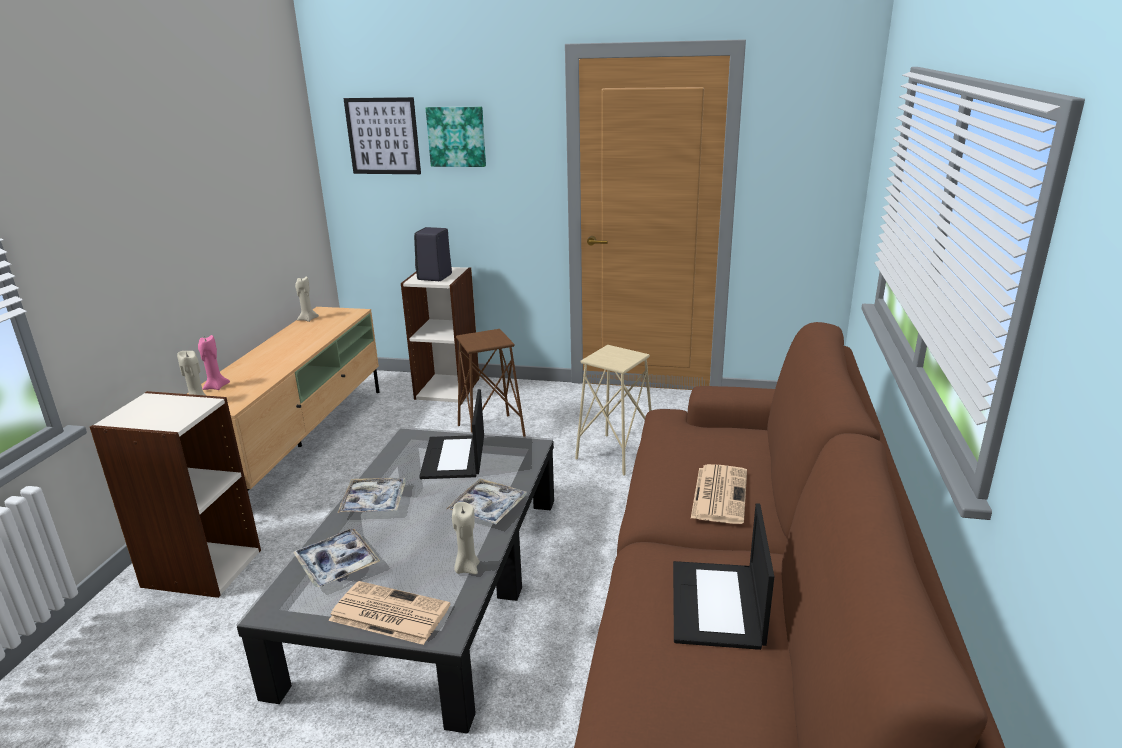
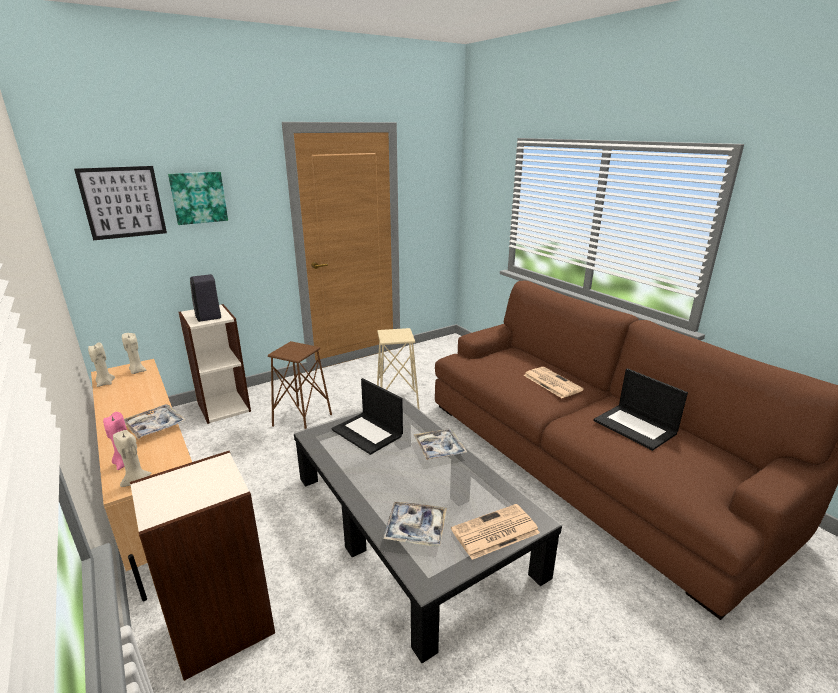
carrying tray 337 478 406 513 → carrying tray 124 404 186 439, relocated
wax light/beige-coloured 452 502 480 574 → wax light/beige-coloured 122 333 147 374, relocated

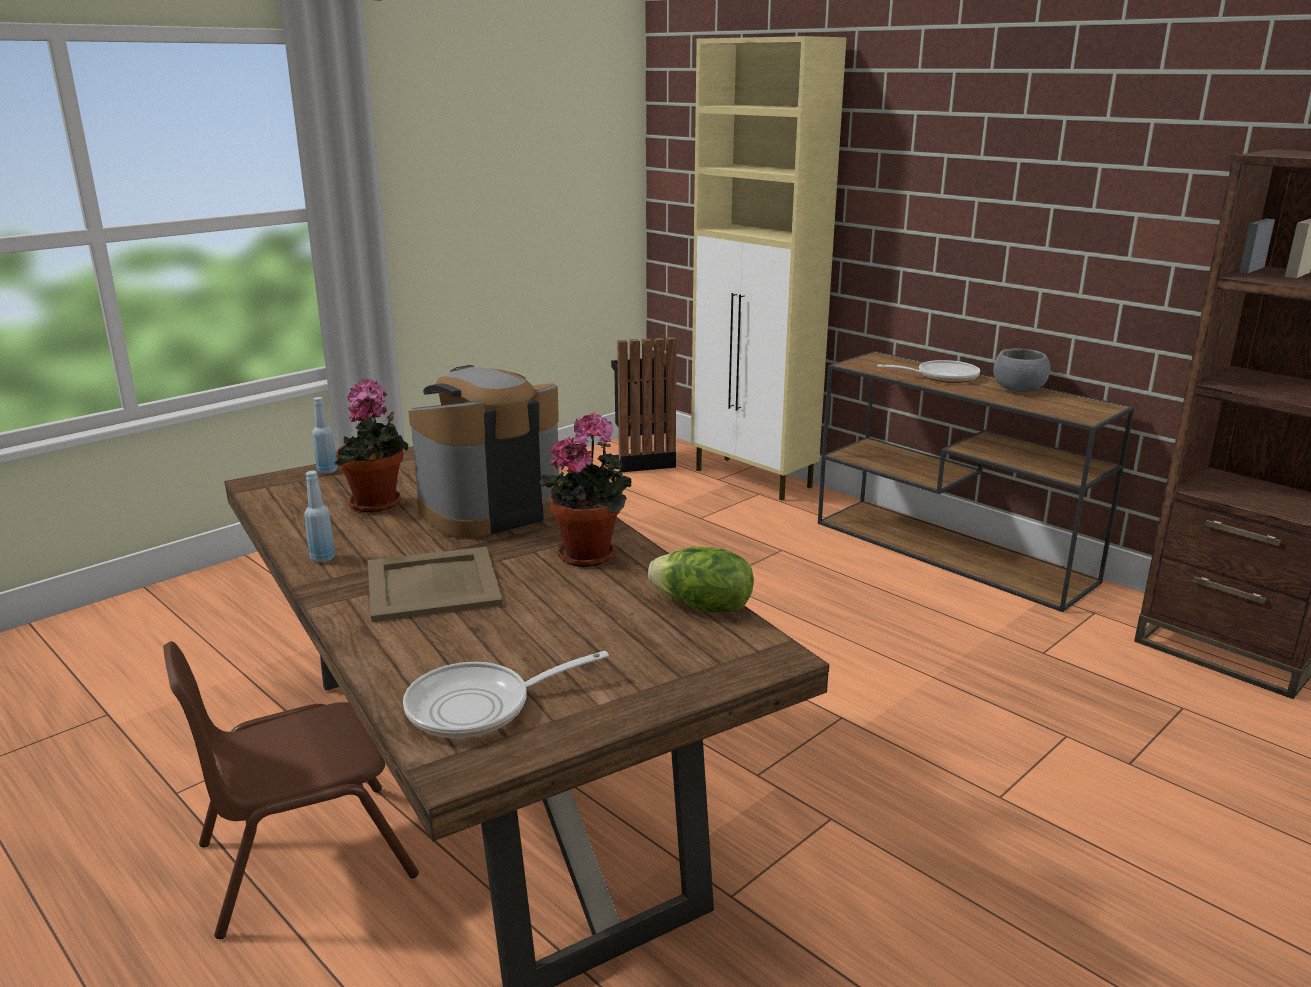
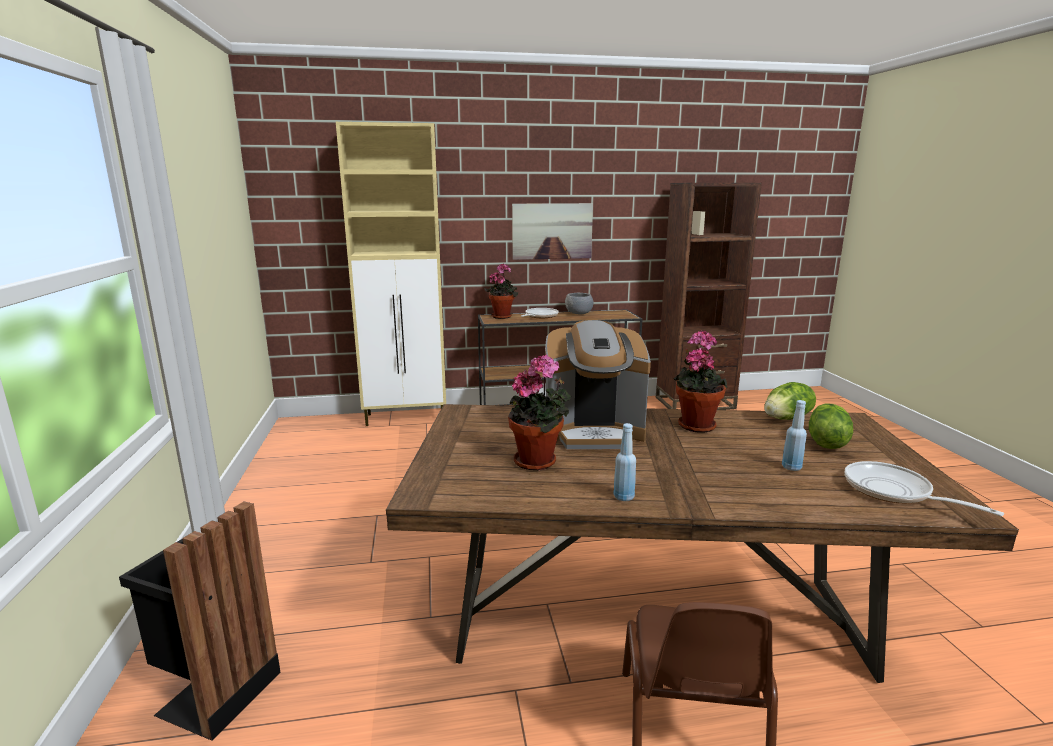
beverage bottle/blue-coloured 312 397 338 474 → beverage bottle/blue-coloured 782 400 807 471, relocated
carrying tray/beige-coloured 368 547 503 622 → -
skillet 403 651 609 738 → skillet 845 461 1004 516, 135 degrees clockwise
coffee brewer 409 365 559 538 → coffee brewer 545 320 651 449, 90 degrees counterclockwise
trash can/black 611 337 677 472 → trash can/black 119 501 281 741, relocated
- → plant in a pot 485 263 518 319
- → wall picture 512 203 593 260
- → lettuce 809 403 853 449

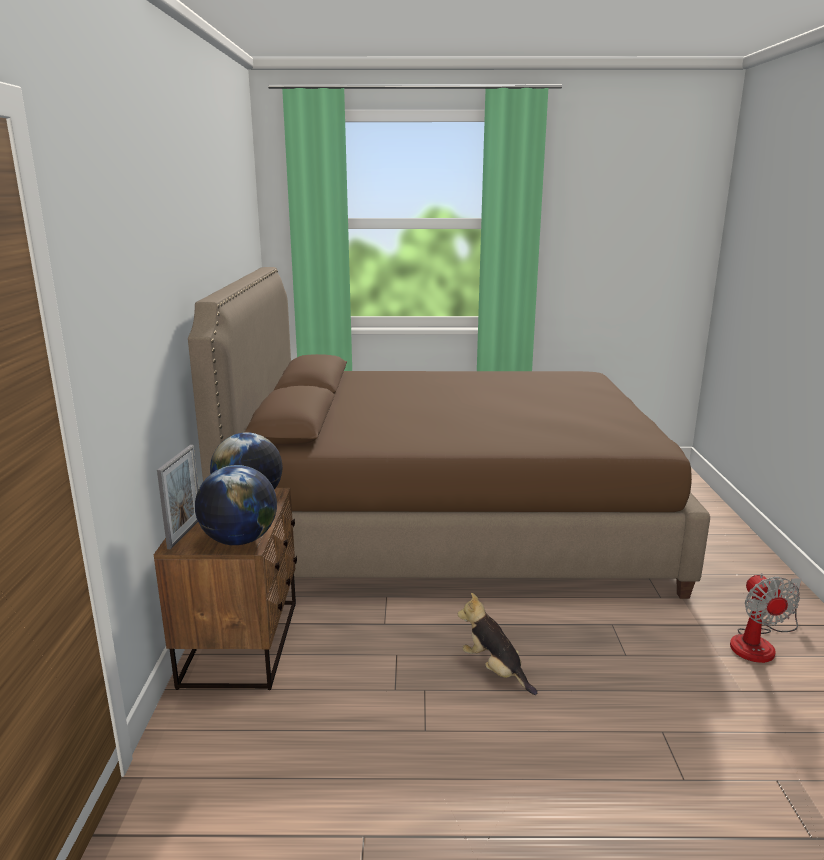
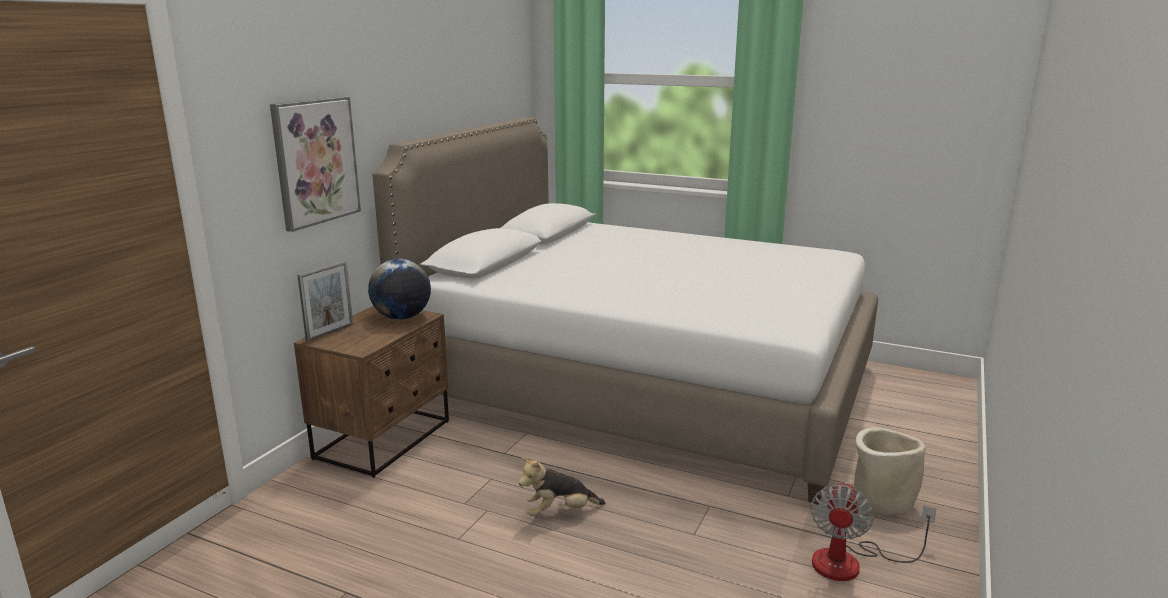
sleeping bed/brown-coloured 188 267 710 599 → sleeping bed/white 373 117 878 505
globe 195 465 277 545 → -
plush toy 458 592 537 695 → plush toy 519 457 605 516, 90 degrees counterclockwise
- → wall picture 270 96 361 232
- → flower pot/beige-coloured 853 427 926 515

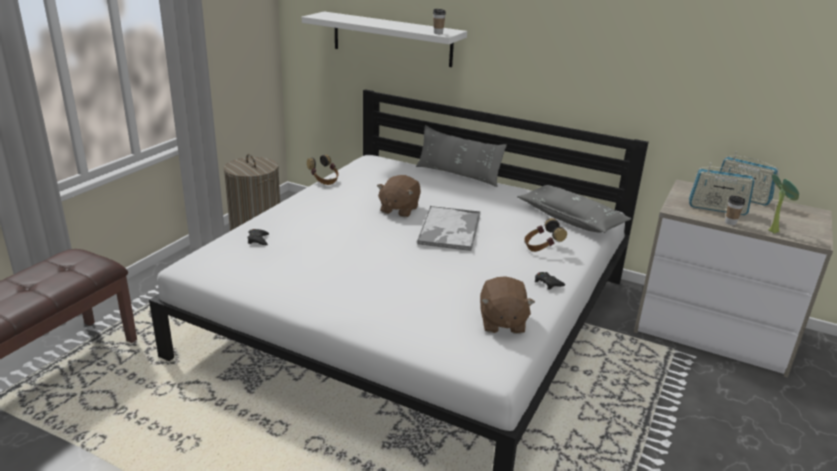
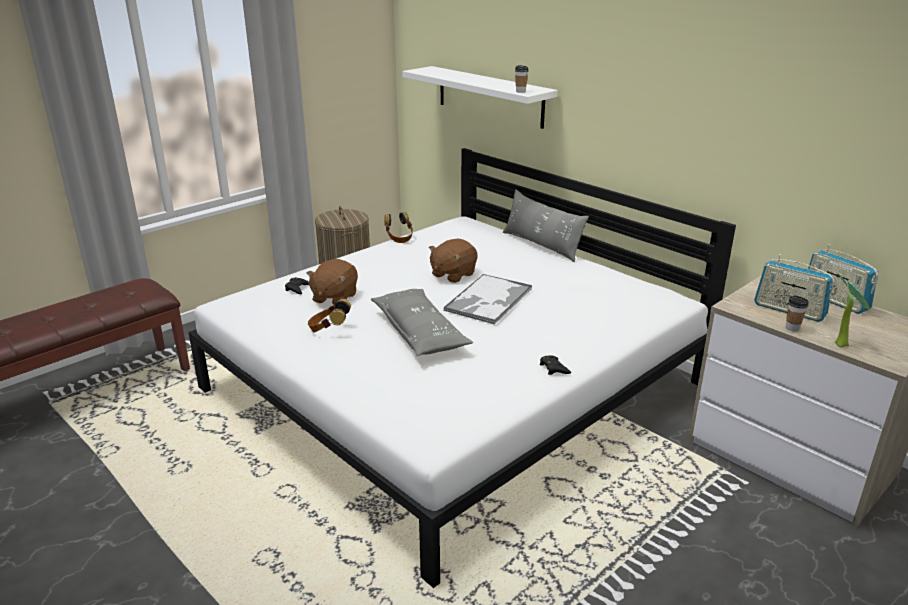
plush toy/brown-coloured 480 276 535 334 → plush toy/brown-coloured 306 259 358 305, relocated
cushion/greyish 517 185 631 233 → cushion/greyish 371 289 473 356, relocated
pair of headphones 524 218 567 252 → pair of headphones 308 299 351 333, relocated

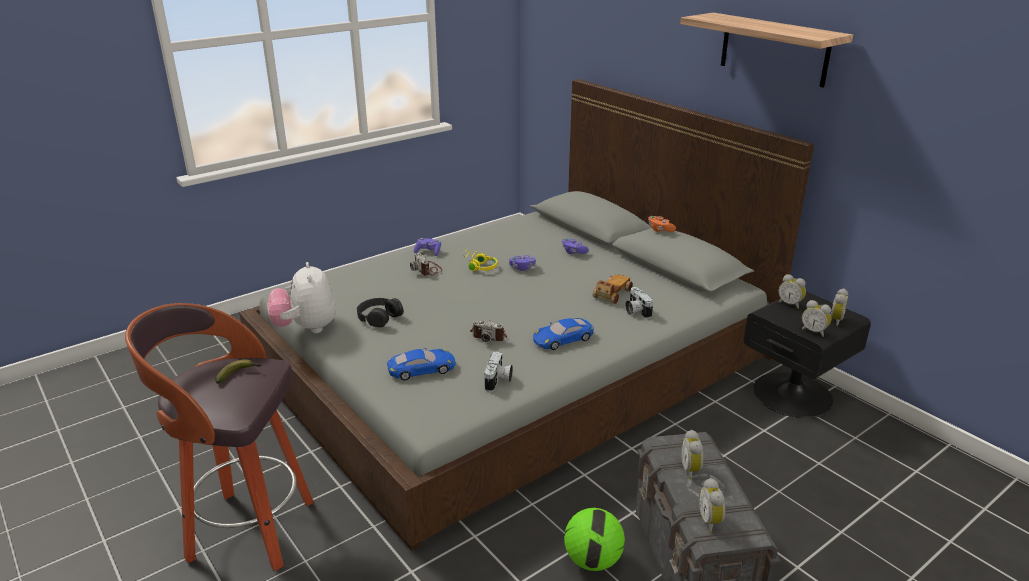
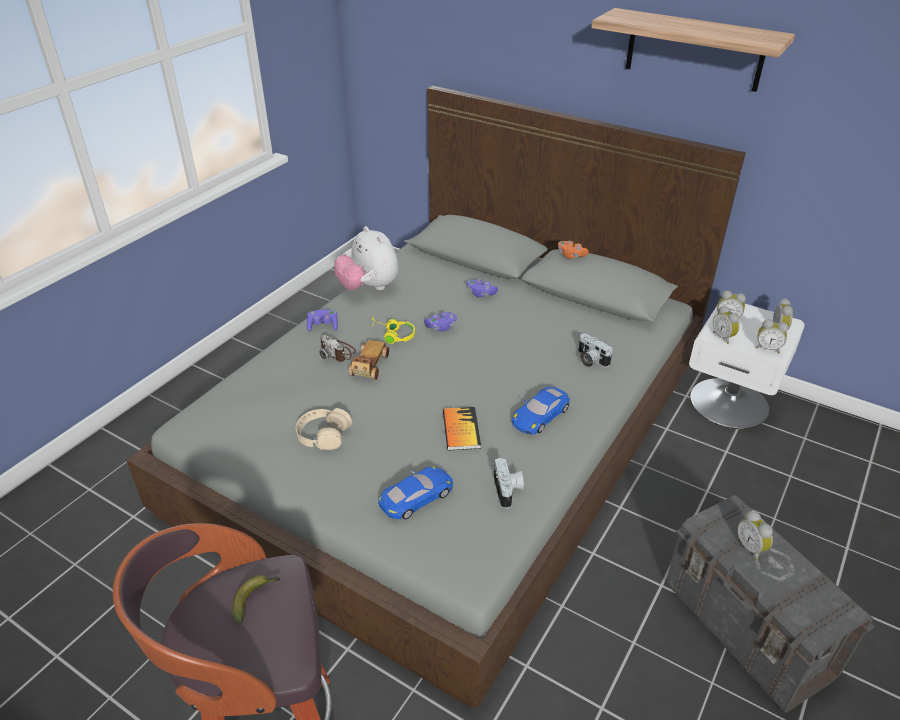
plush toy 267 262 336 333 → plush toy 334 226 399 290, relocated
pair of headphones/black 357 298 404 327 → pair of headphones/beige-coloured 296 408 352 450
still camera 470 321 507 342 → book 443 407 481 451
football ball 564 508 625 571 → -
miniature car 593 274 633 304 → miniature car 349 340 389 380, relocated
alarm clock 699 478 725 533 → alarm clock 713 306 739 344, relocated
night table/black 744 292 871 418 → night table/white 689 304 805 429

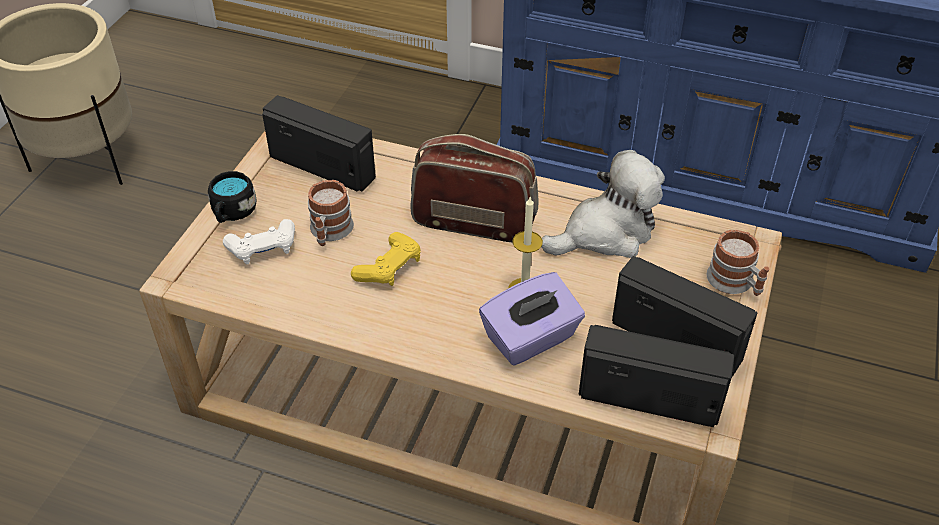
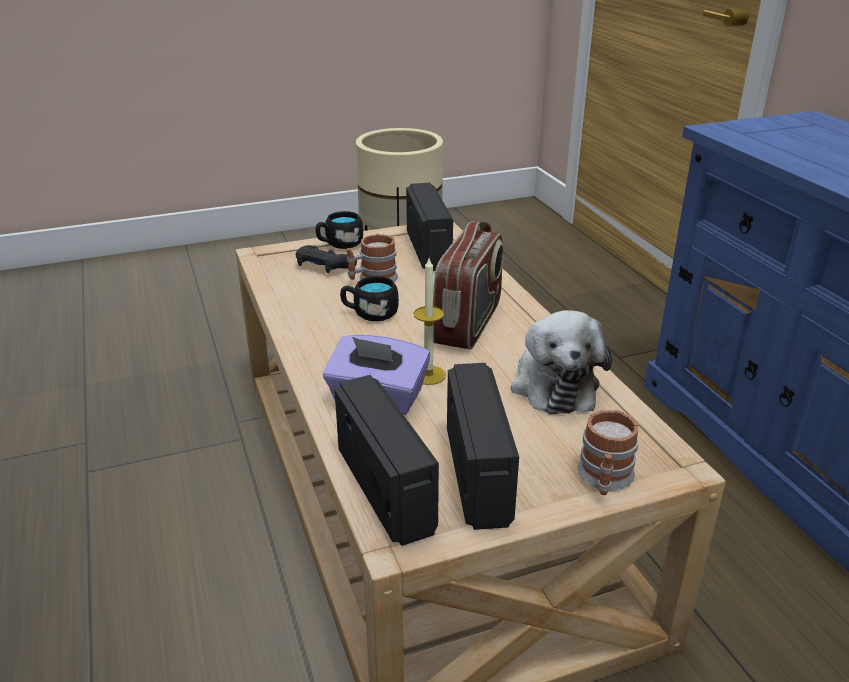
gamepad/white 223 219 295 264 → gamepad/black 296 245 357 273
gamepad/yellow 351 232 420 286 → tea mug/black 340 276 399 321
radio set 411 134 538 242 → radio set 433 221 504 350, 45 degrees clockwise
plush toy 541 150 665 258 → plush toy 511 310 612 415, 60 degrees clockwise

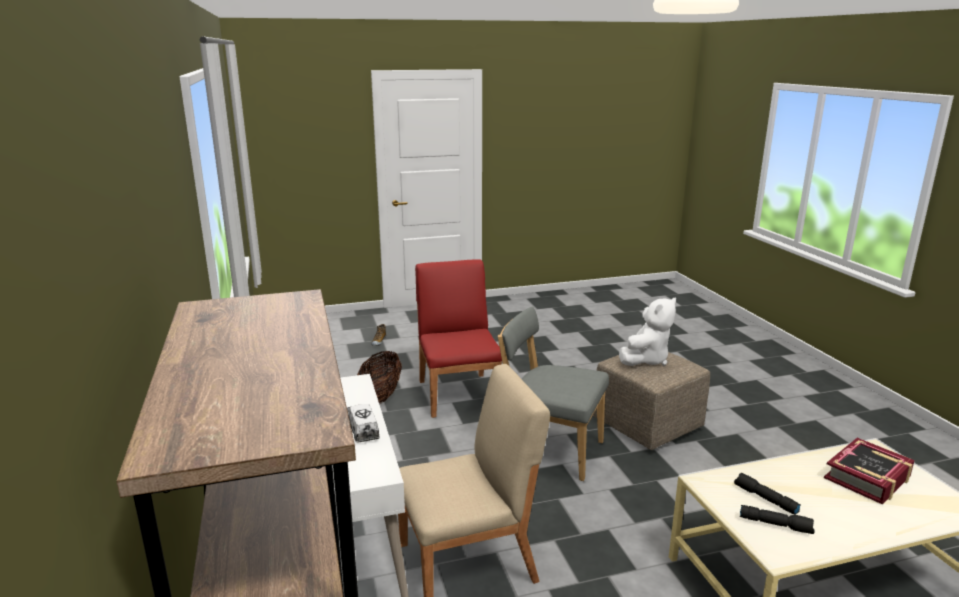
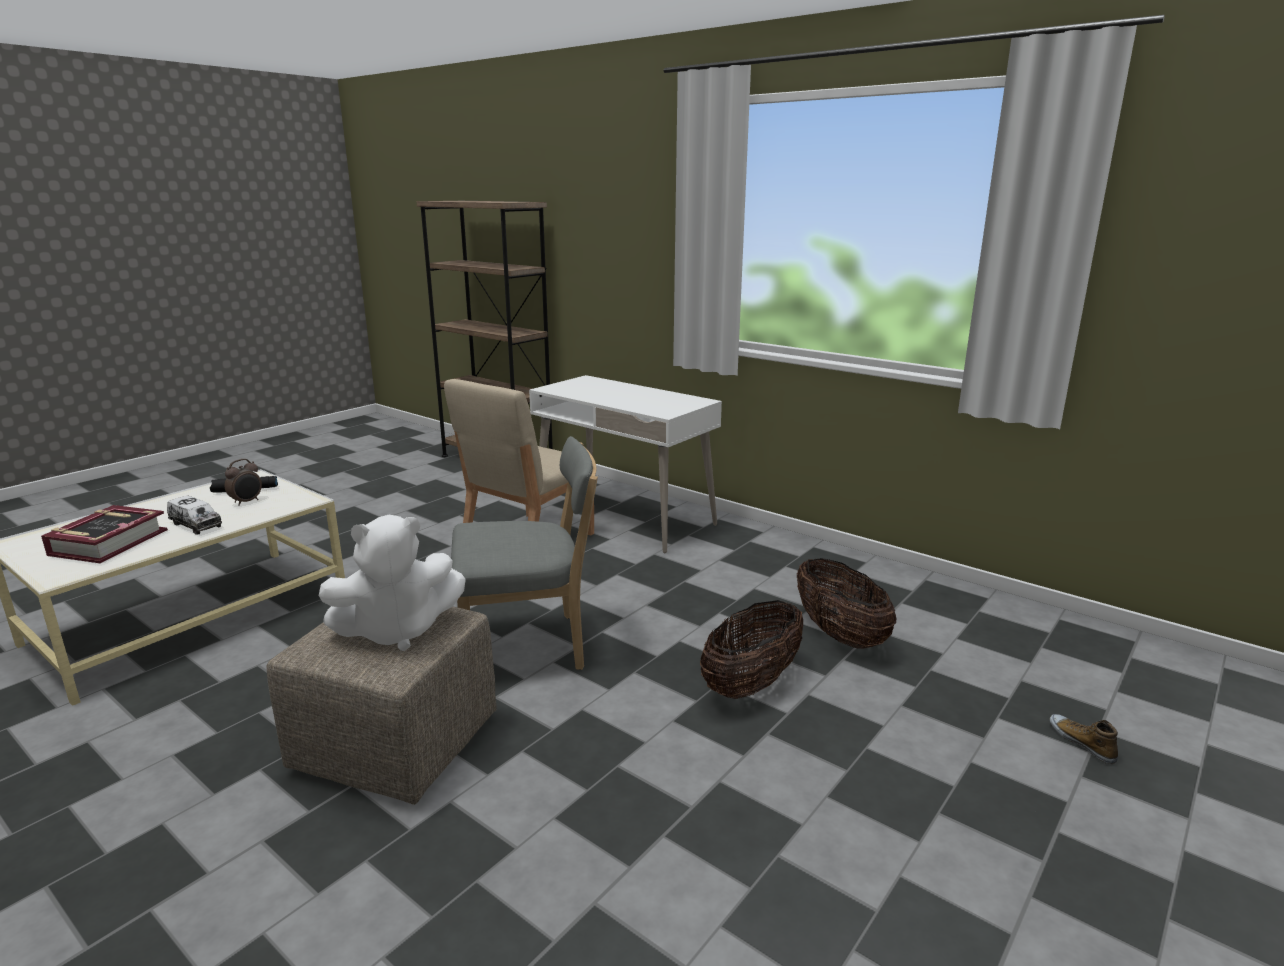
toy truck 347 404 380 443 → toy truck 167 496 222 535, relocated
chair/red-coloured 415 260 502 418 → storage basket 700 600 803 699
plush toy/white 619 298 676 366 → plush toy/white 319 515 466 651, 120 degrees counterclockwise
hand torch/black 734 473 801 515 → alarm clock 225 459 262 506

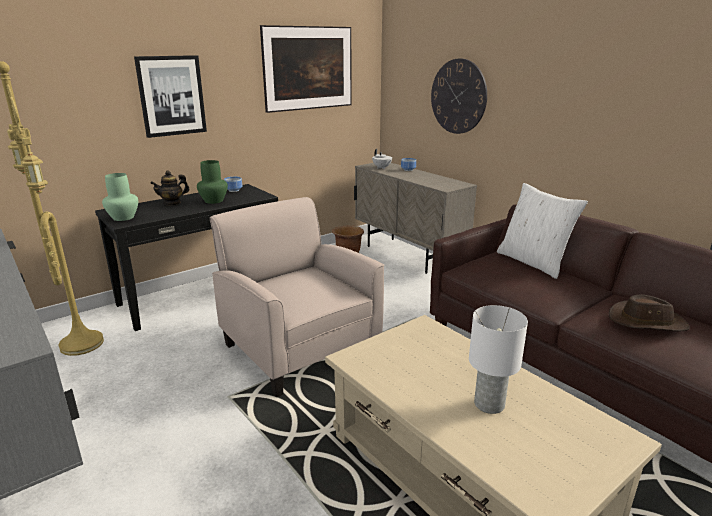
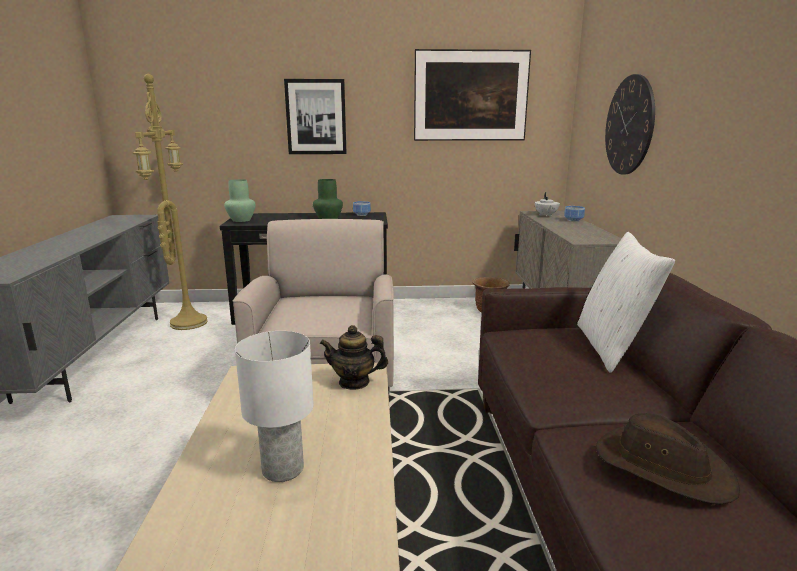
teapot 150 171 190 206 → teapot 320 325 388 390, relocated

